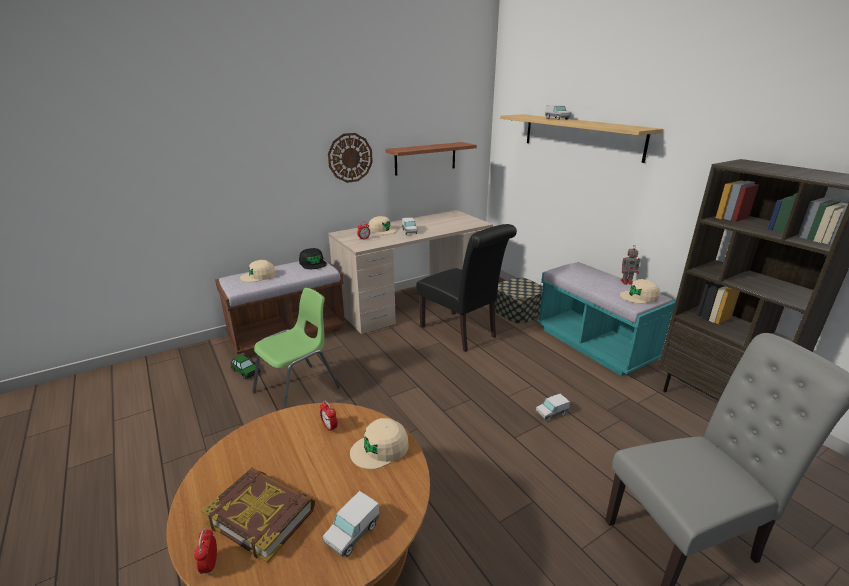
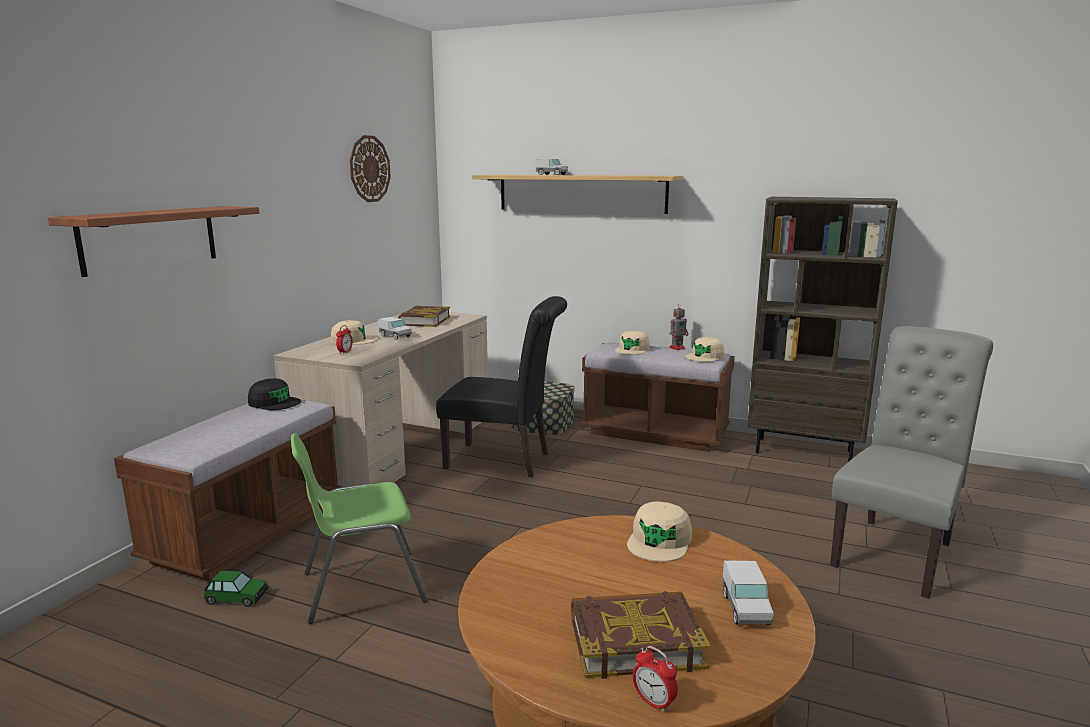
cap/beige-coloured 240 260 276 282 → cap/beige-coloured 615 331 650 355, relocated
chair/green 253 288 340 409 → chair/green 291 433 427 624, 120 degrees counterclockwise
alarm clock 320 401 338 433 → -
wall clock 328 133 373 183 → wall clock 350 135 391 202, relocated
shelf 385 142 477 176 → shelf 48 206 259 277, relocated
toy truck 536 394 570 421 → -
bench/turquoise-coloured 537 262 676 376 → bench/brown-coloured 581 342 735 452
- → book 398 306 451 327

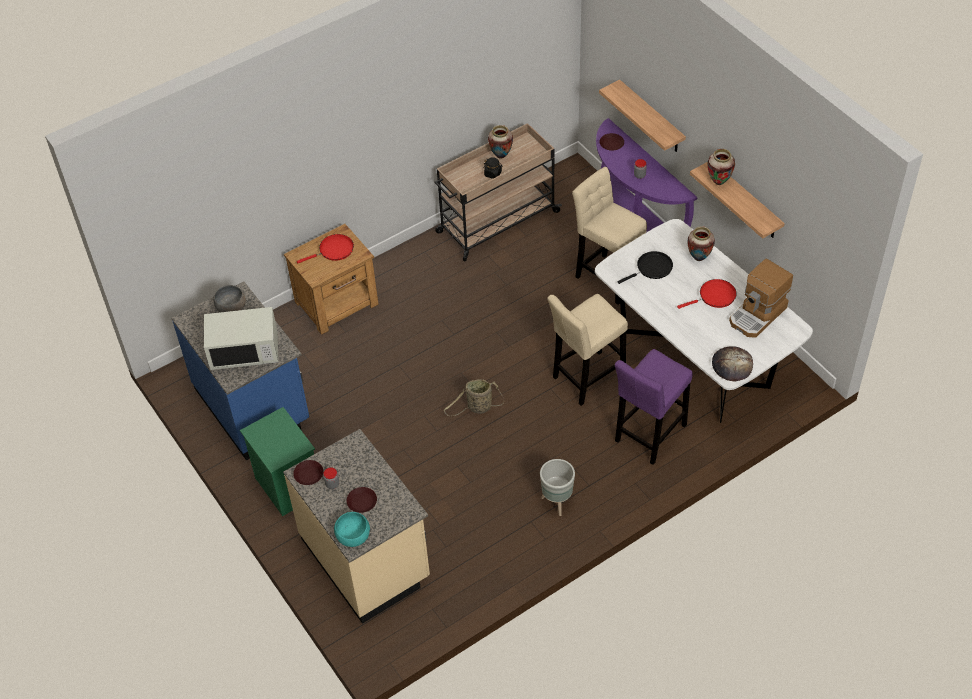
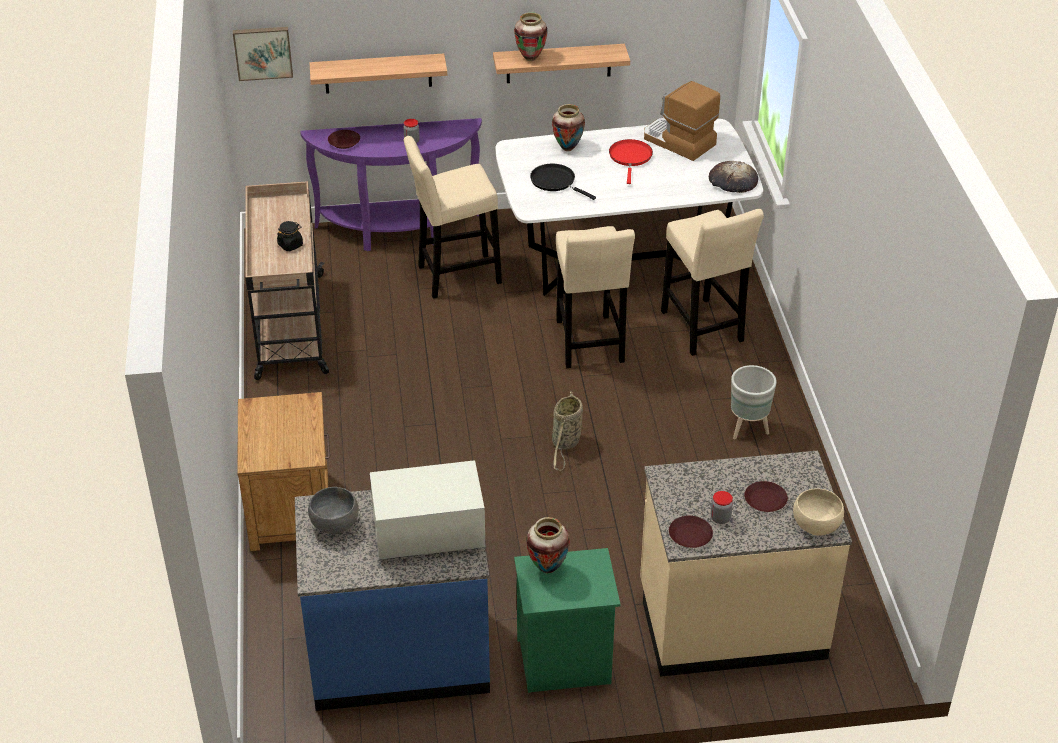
microwave/white 204 307 278 370 → microwave/white 370 460 486 560, 120 degrees counterclockwise
skillet/red-coloured 297 234 354 263 → -
bowl/turquoise-coloured 334 512 370 547 → bowl/beige-coloured 793 488 844 536
vase 488 125 513 159 → vase 526 517 570 573, relocated
stool seat/purplish 615 349 693 465 → stool seat/beige-coloured 661 209 764 356
skillet/black 617 251 673 284 → skillet/black 530 164 596 200, 45 degrees counterclockwise
coffee brewer 729 259 793 338 → coffee brewer 644 81 720 161, 150 degrees clockwise
- → wall picture 233 27 293 81

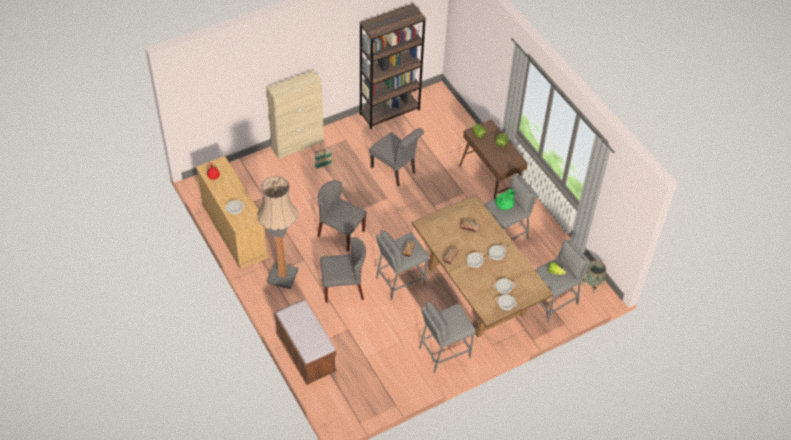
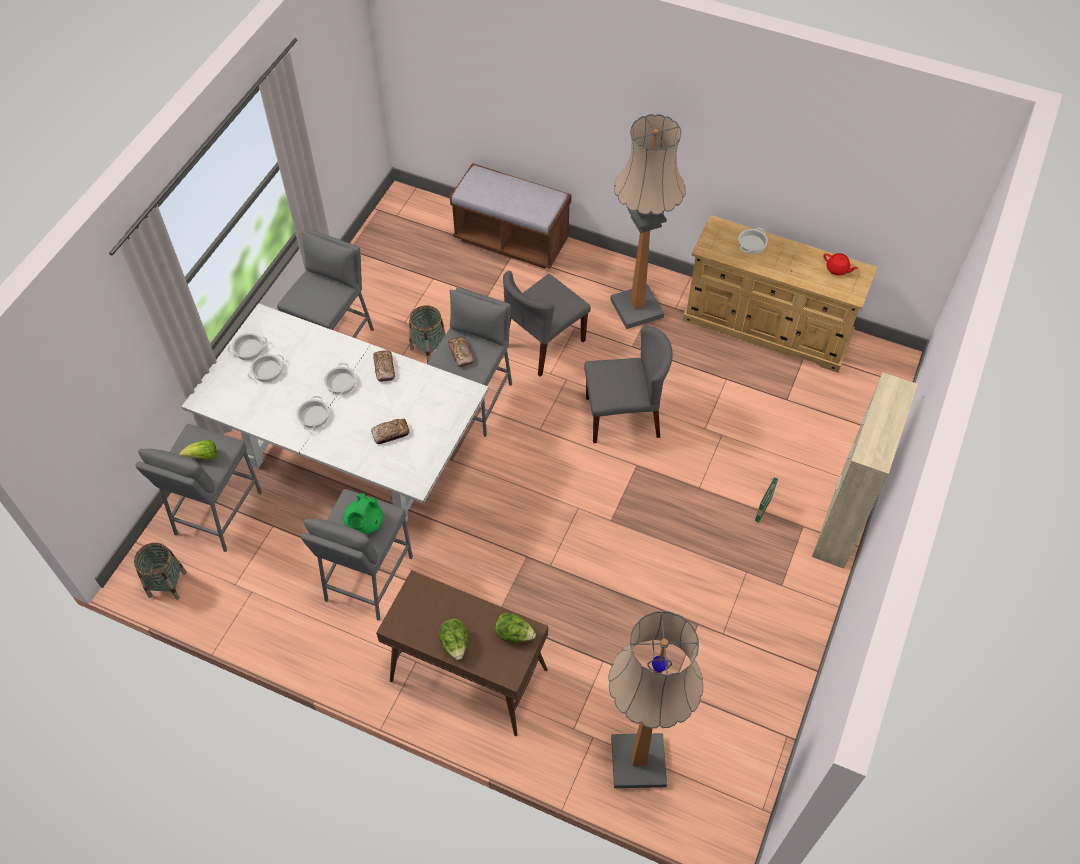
shelving unit/brown-coloured 360 3 426 129 → -
chair/greyish 369 128 424 187 → -
kitchen table/brown-coloured 411 195 554 338 → kitchen table/white 181 303 489 526
- → storage basket 409 305 446 363
- → standing lamp 608 611 703 788

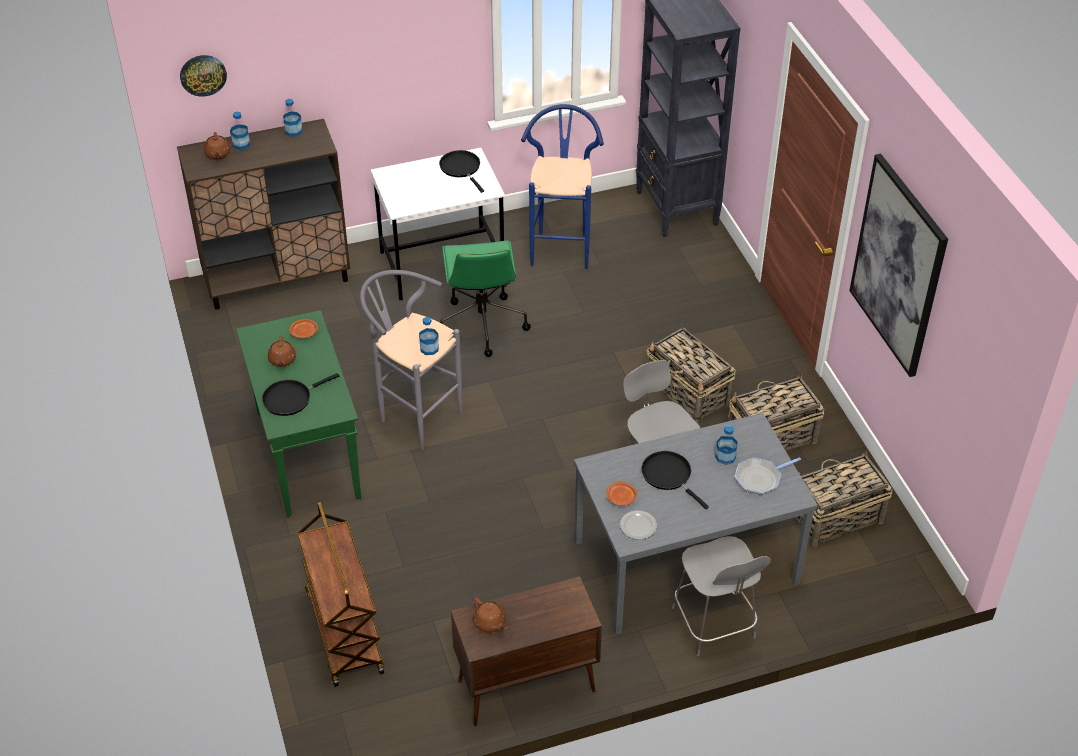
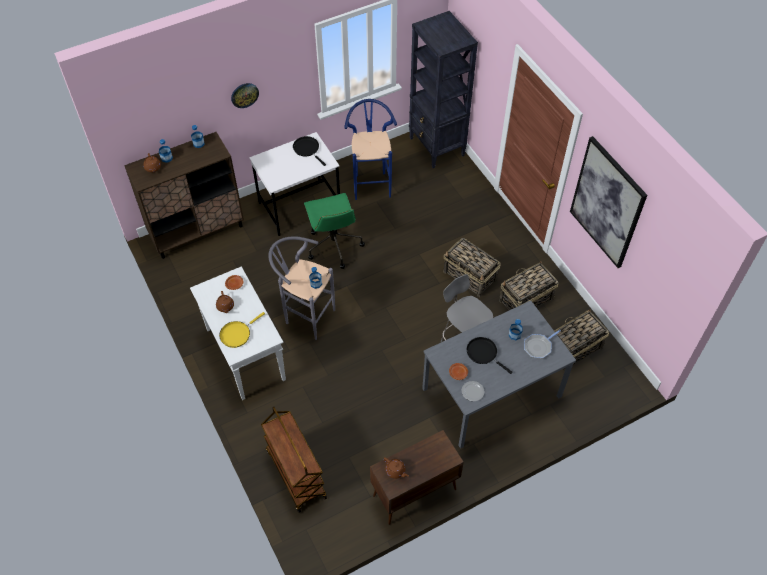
wall clock 180 55 227 97 → wall clock 231 83 259 108, relocated
console table/green 236 310 361 517 → console table/white 190 266 286 400
skillet/black 262 373 339 416 → skillet/yellow 219 312 265 348
chair/greyish 672 536 771 656 → -

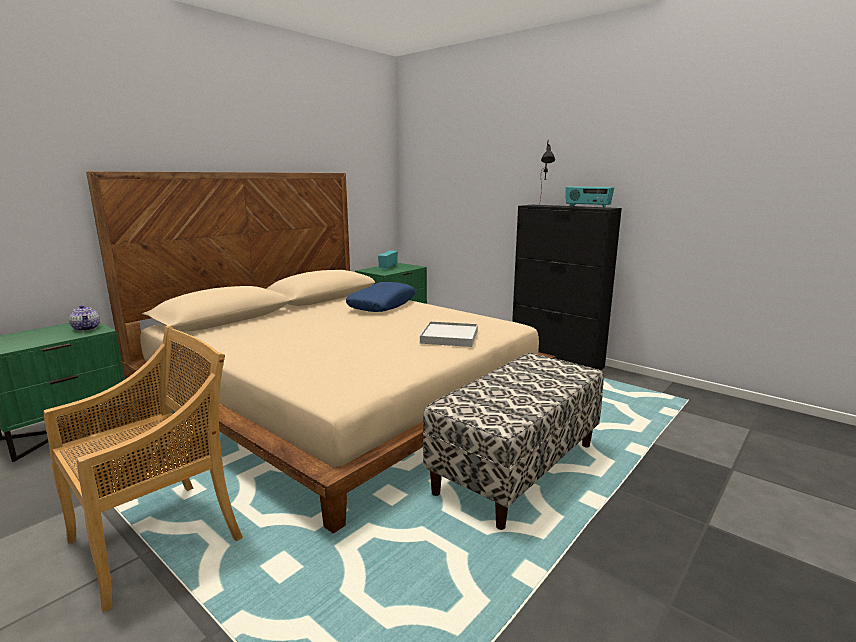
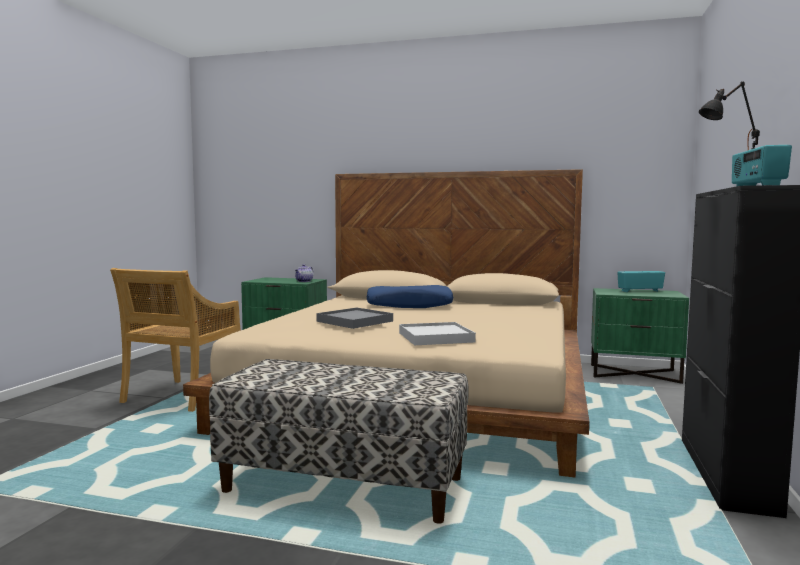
chair/beige-coloured 43 326 243 613 → chair/beige-coloured 110 268 241 412, 90 degrees clockwise
cushion/blue-coloured 346 282 415 312 → cushion/blue-coloured 367 285 453 308, relocated
- → carrying tray/greyish 316 307 393 329

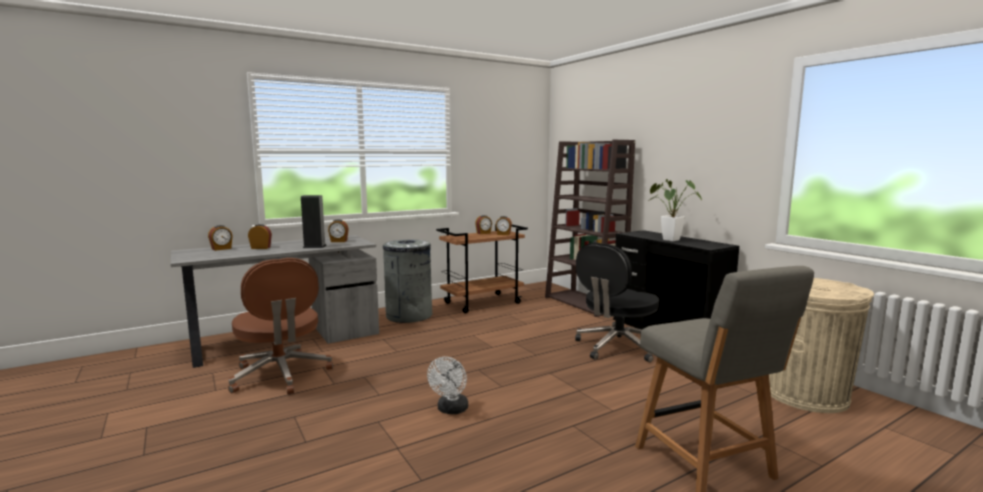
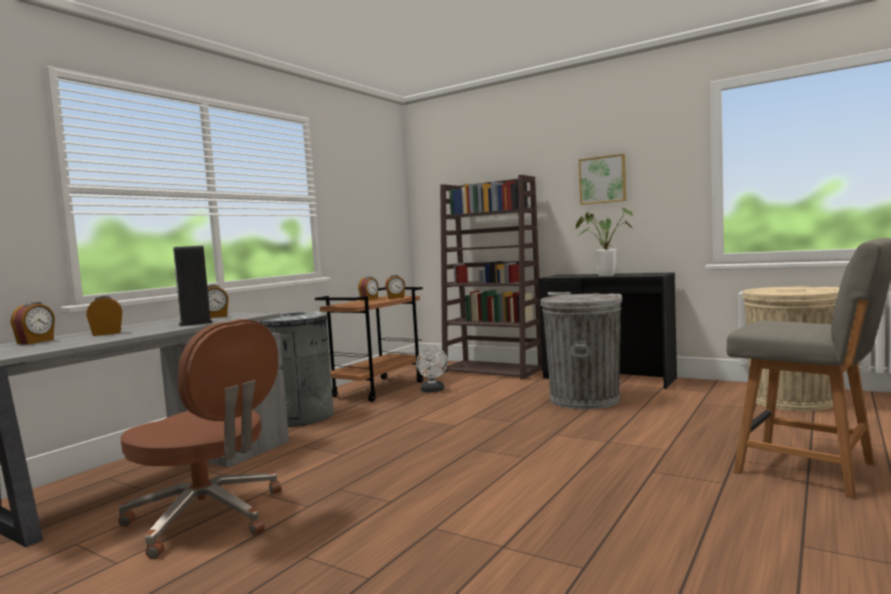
cooling fan/white 427 357 468 414 → cooling fan/white 416 346 448 393, relocated
computer chair/black 575 243 659 363 → trash can/greyish 540 293 622 409
- → wall picture 579 154 626 205

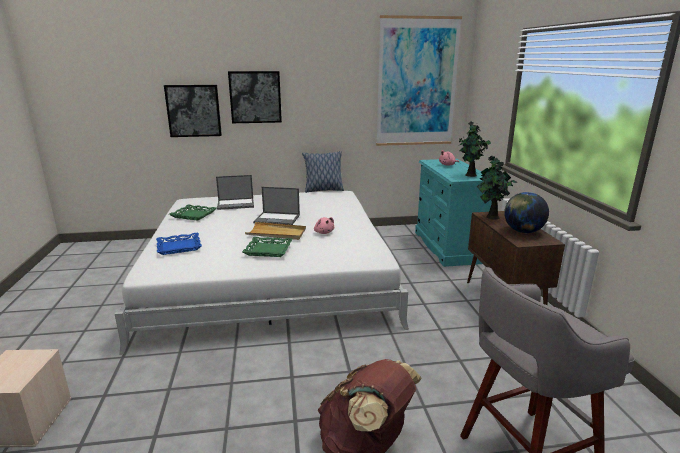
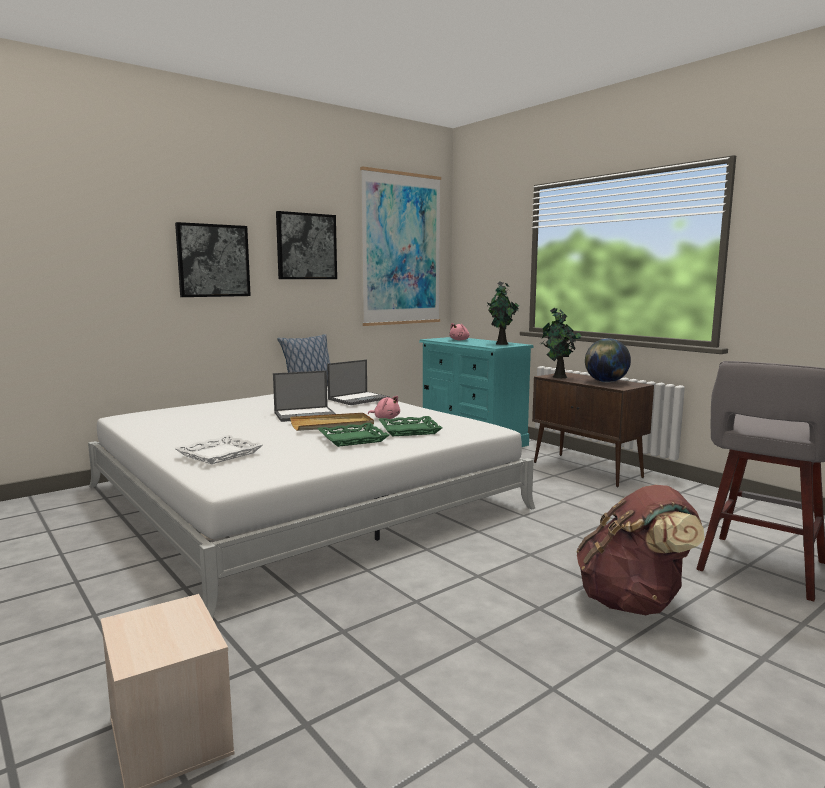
carrying tray/blue-coloured 156 233 202 255 → carrying tray/white 174 435 264 464
wall picture 164 85 222 137 → wall picture 276 211 337 279, relocated
carrying tray/green 169 204 216 221 → carrying tray/green 378 416 442 436, relocated
laptop 216 175 254 210 → laptop 327 359 390 405, relocated

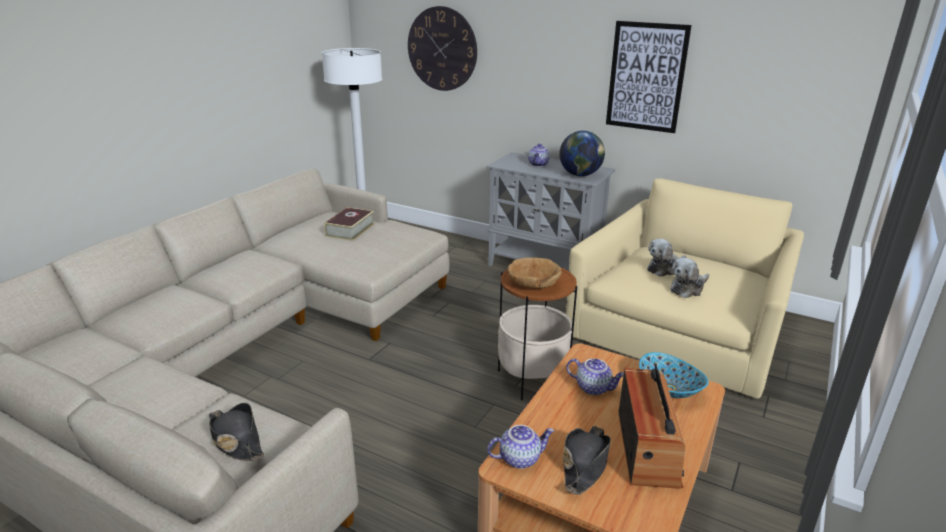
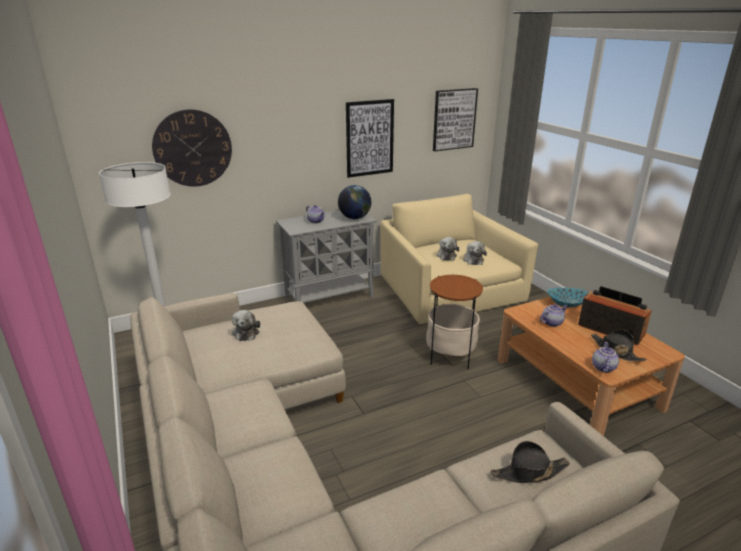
book 324 207 375 241 → plush toy 232 310 260 341
bowl/brown-coloured 508 258 562 288 → -
- → wall picture 433 88 478 151

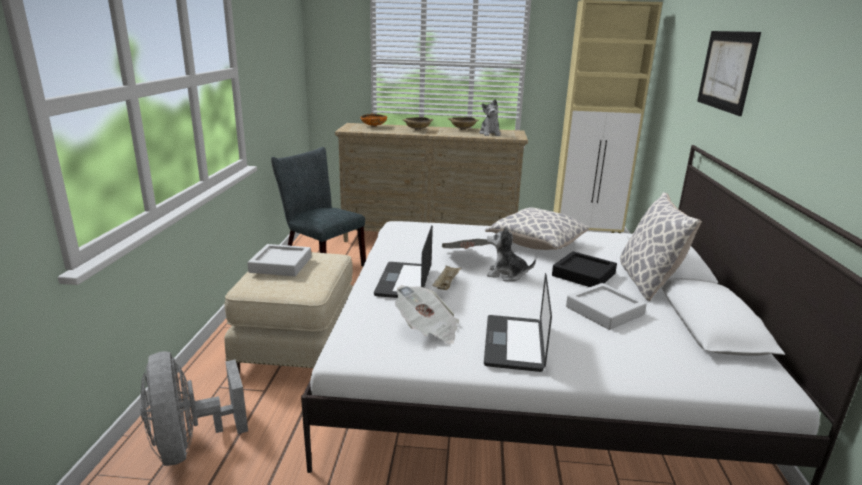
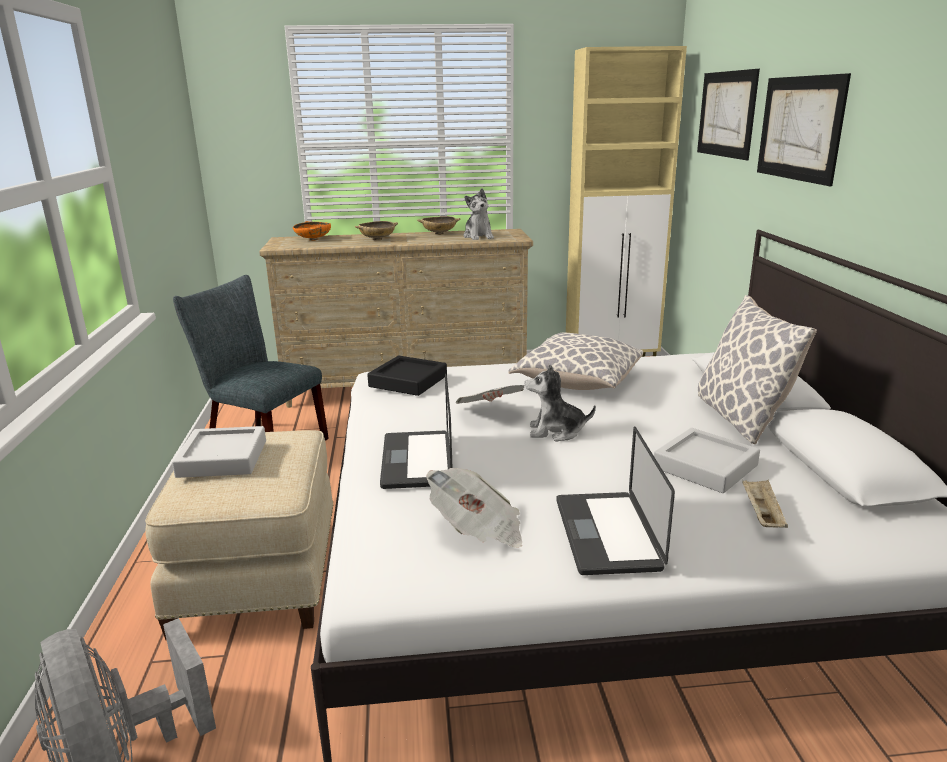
carrying tray/beige-coloured 432 266 461 290 → carrying tray/beige-coloured 742 479 788 528, relocated
carrying tray/black 552 251 617 287 → carrying tray/black 367 356 447 396, relocated
- → wall picture 697 69 760 160

